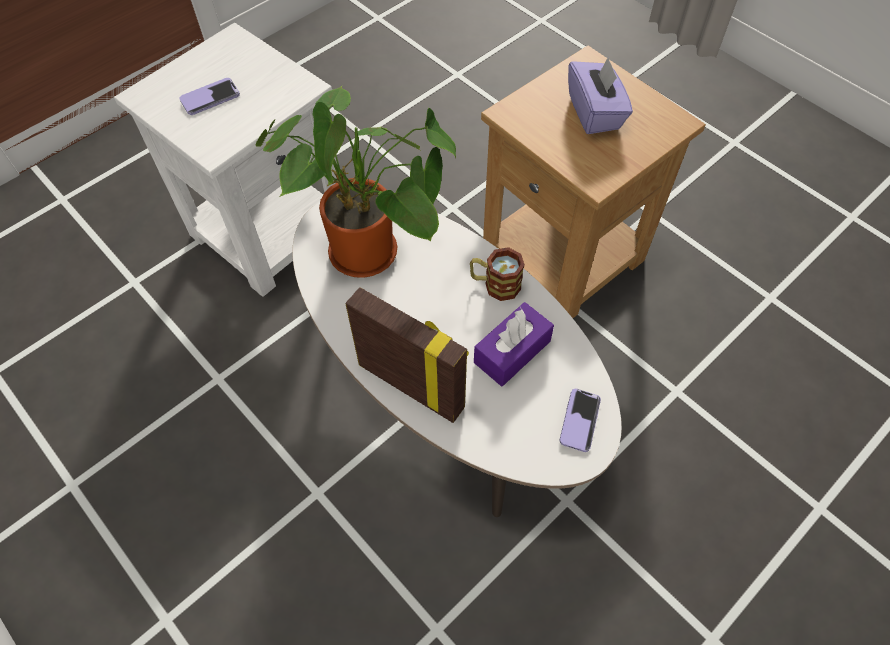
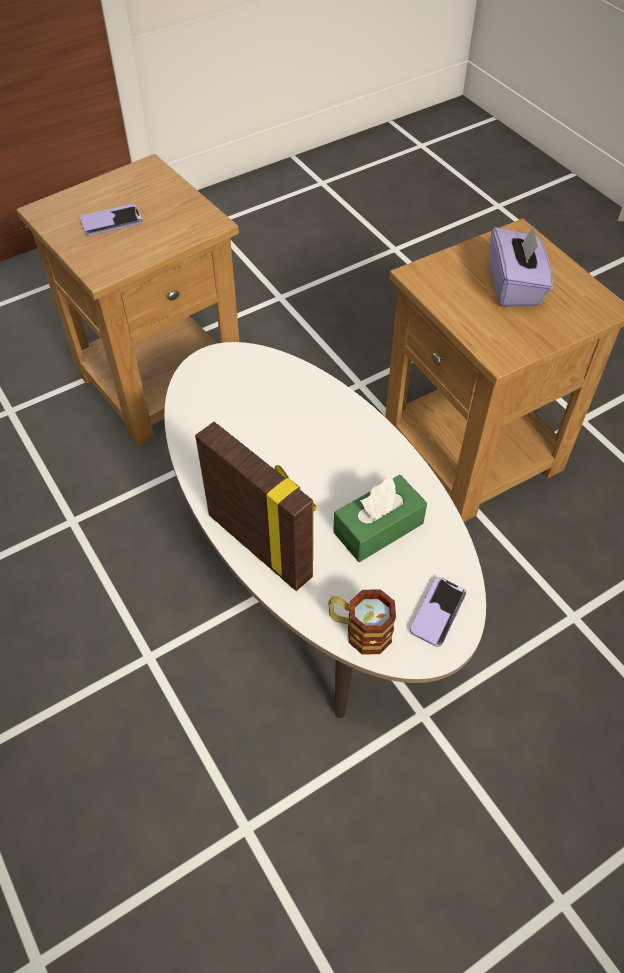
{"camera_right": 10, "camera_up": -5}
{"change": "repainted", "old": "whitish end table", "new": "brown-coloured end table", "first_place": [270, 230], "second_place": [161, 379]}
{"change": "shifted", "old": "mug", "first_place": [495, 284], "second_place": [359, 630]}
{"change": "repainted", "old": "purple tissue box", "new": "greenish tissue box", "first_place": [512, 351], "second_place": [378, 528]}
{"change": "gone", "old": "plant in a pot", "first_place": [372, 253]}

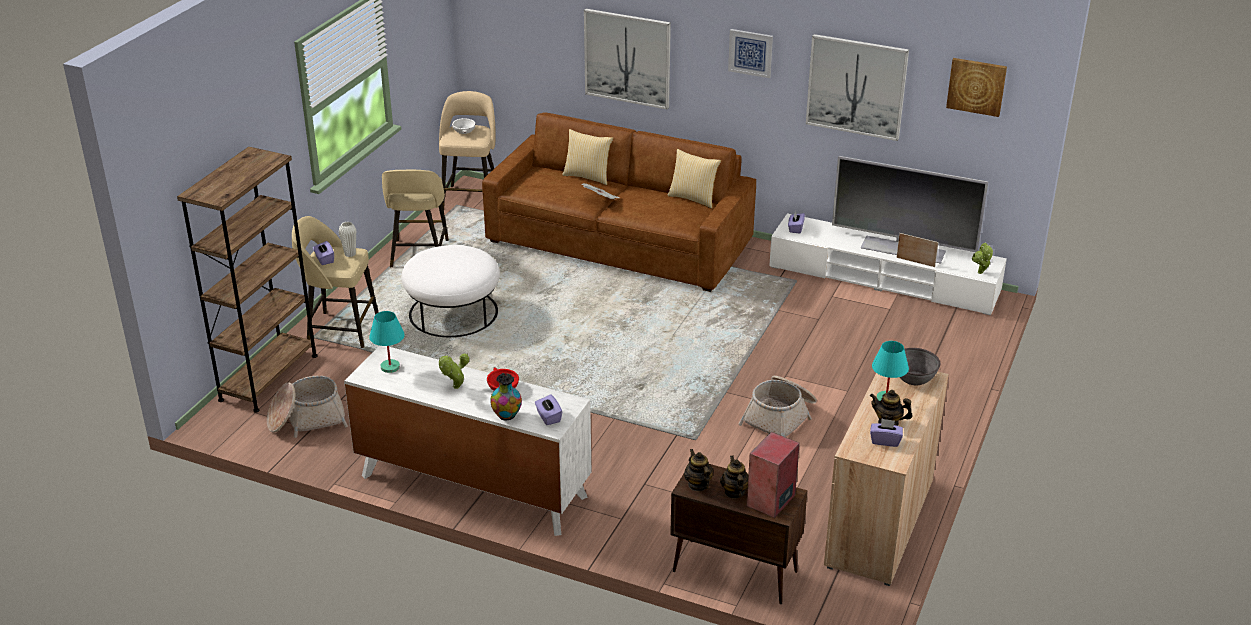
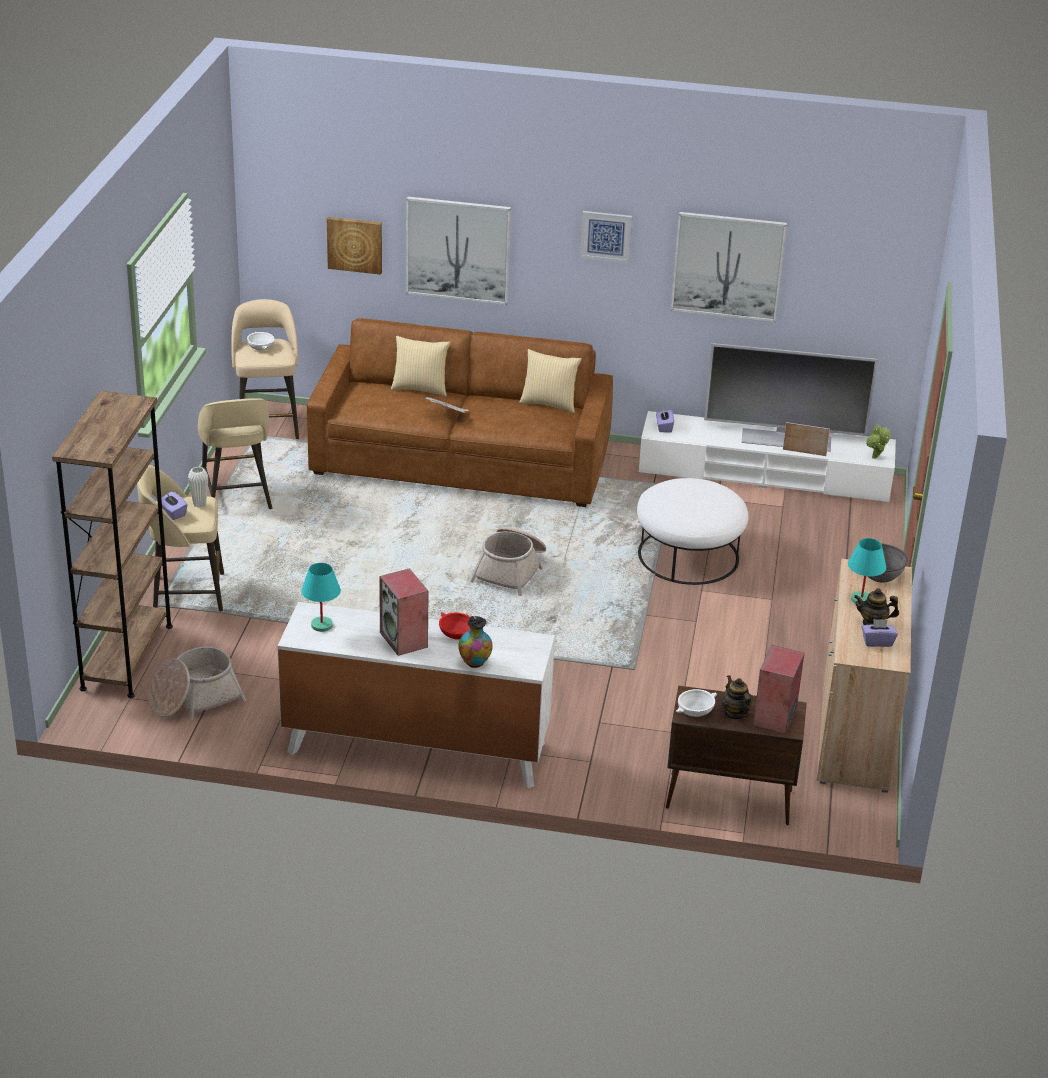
{"camera_right": -15, "camera_up": 0}
{"change": "shifted", "old": "wall art", "first_place": [976, 86], "second_place": [355, 244]}
{"change": "swapped", "old": "plant in a pot", "new": "audio speaker", "first_place": [455, 388], "second_place": [404, 640]}
{"change": "shifted", "old": "basket", "first_place": [780, 417], "second_place": [511, 570]}
{"change": "shifted", "old": "whitish ottoman", "first_place": [453, 312], "second_place": [688, 555]}
{"change": "swapped", "old": "pot for tea", "new": "whitish deep dish", "first_place": [698, 485], "second_place": [695, 711]}
{"change": "gone", "old": "purple tissue box", "first_place": [548, 417]}

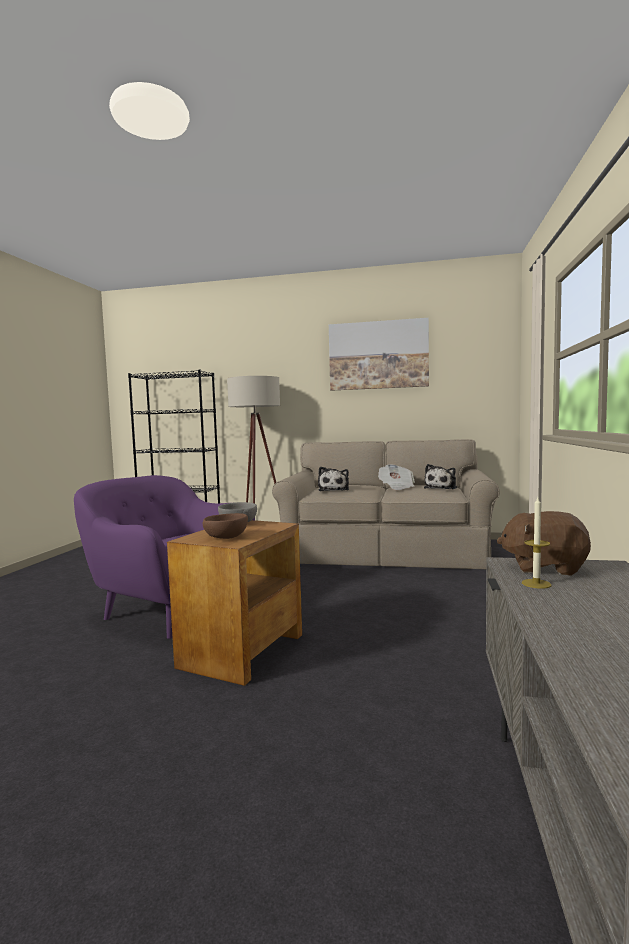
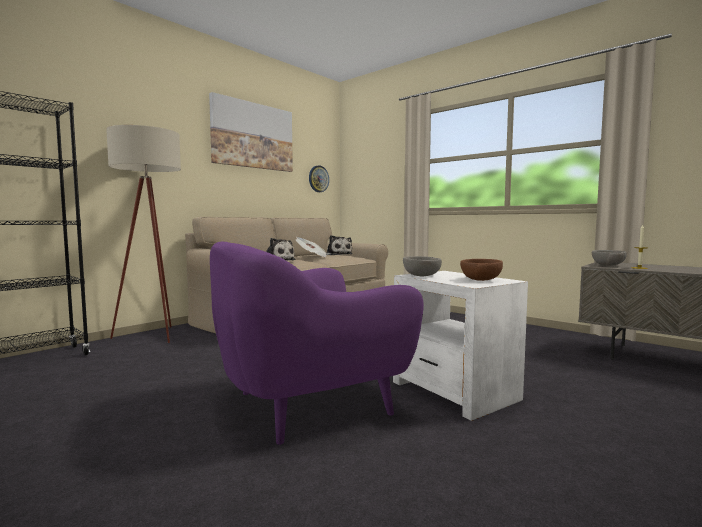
{"camera_right": -60, "camera_up": 0}
{"change": "new", "new": "wall clock", "second_place": [318, 179]}
{"change": "repainted", "old": "brown-coloured end table", "new": "whitish end table", "first_place": [241, 651], "second_place": [454, 391]}
{"change": "swapped", "old": "brown-coloured cuddly toy", "new": "gray deep dish", "first_place": [544, 567], "second_place": [608, 265]}

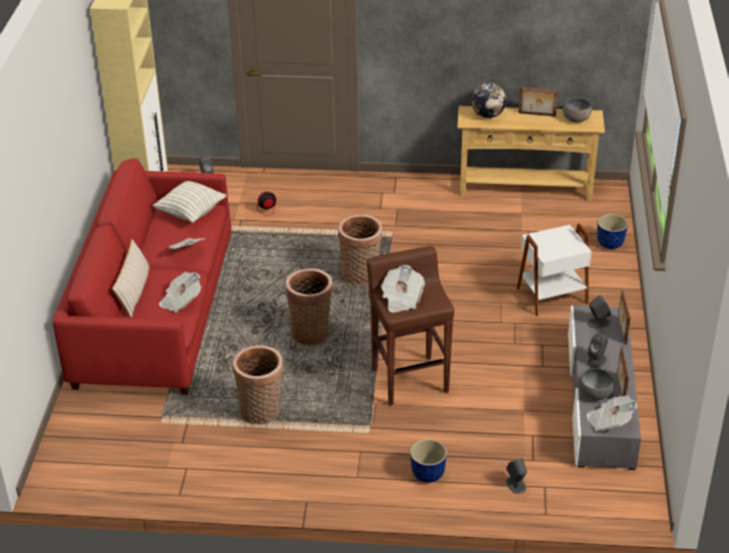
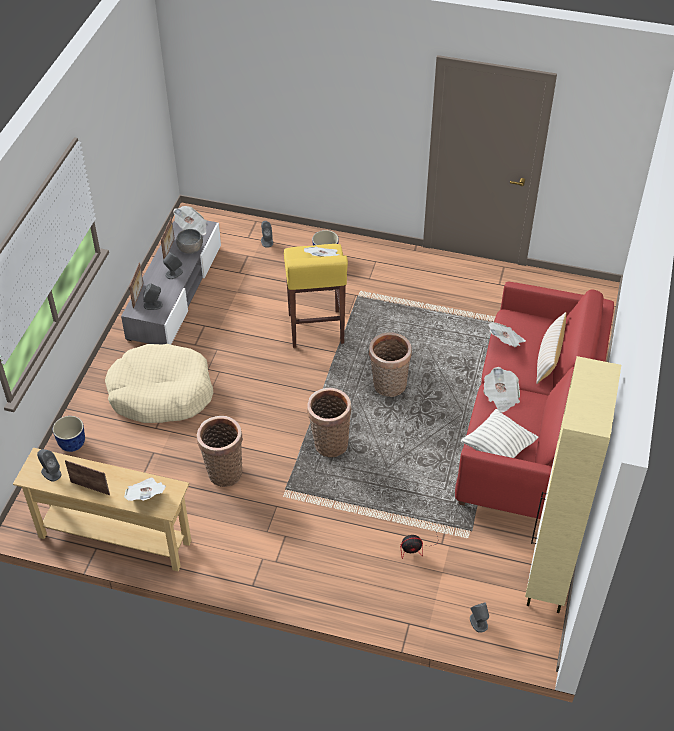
{"camera_right": -170, "camera_up": 10}
{"change": "swapped", "old": "gray deep dish", "new": "gray audio speaker", "first_place": [576, 119], "second_place": [51, 472]}
{"change": "swapped", "old": "whitish end table", "new": "sand-coloured dog cushion", "first_place": [551, 295], "second_place": [161, 393]}
{"change": "swapped", "old": "world globe", "new": "daily paper", "first_place": [487, 115], "second_place": [146, 496]}
{"change": "shifted", "old": "basket", "first_place": [261, 412], "second_place": [223, 471]}
{"change": "repainted", "old": "brown-coloured stool", "new": "yellow-coloured stool", "first_place": [409, 379], "second_place": [316, 329]}

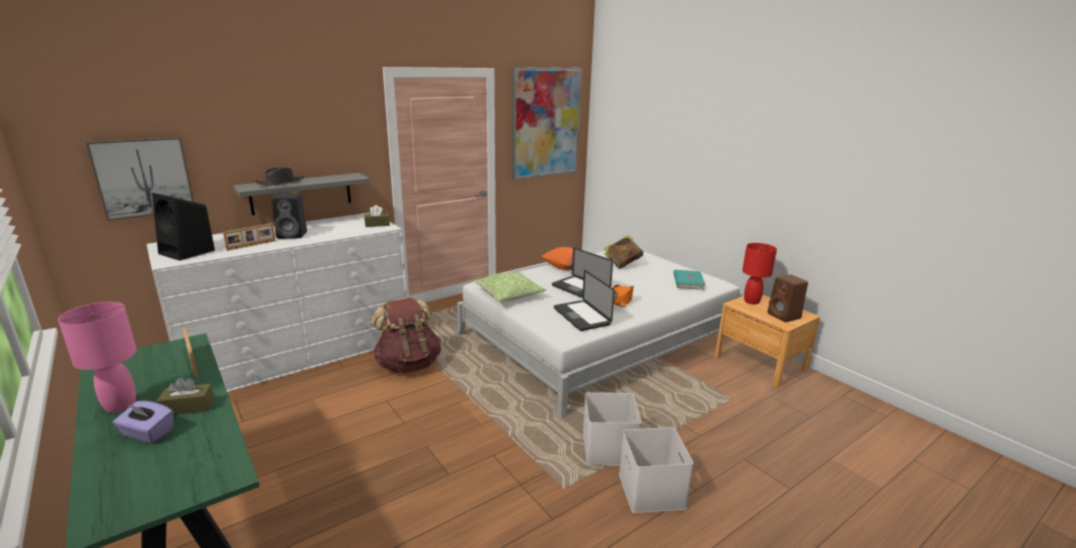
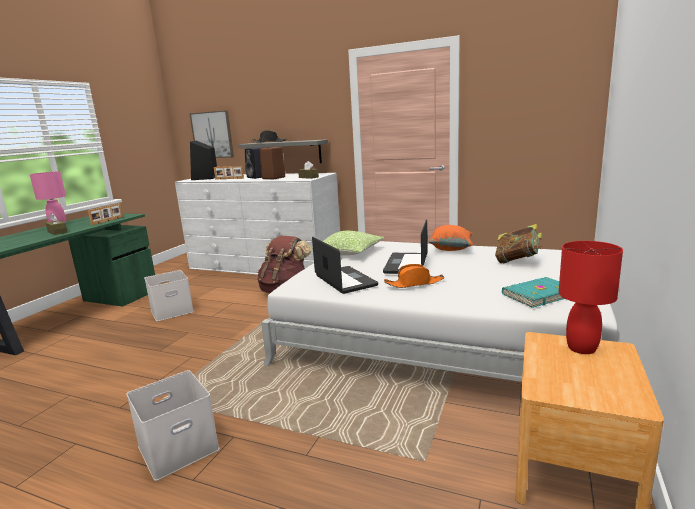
{"camera_right": 60, "camera_up": -5}
{"change": "shifted", "old": "whitish storage container", "first_place": [610, 449], "second_place": [171, 311]}
{"change": "shifted", "old": "brown-coloured audio speaker", "first_place": [785, 316], "second_place": [273, 178]}
{"change": "rotated", "old": "laptop", "first_place": [581, 316], "second_place": [345, 281], "degrees": 120}
{"change": "gone", "old": "purple tissue box", "first_place": [147, 434]}
{"change": "gone", "old": "wall art", "first_place": [546, 123]}

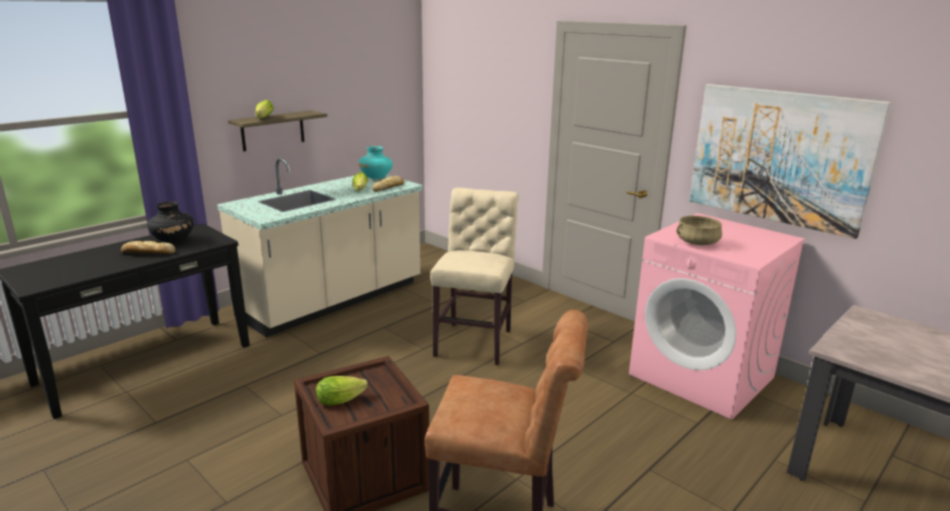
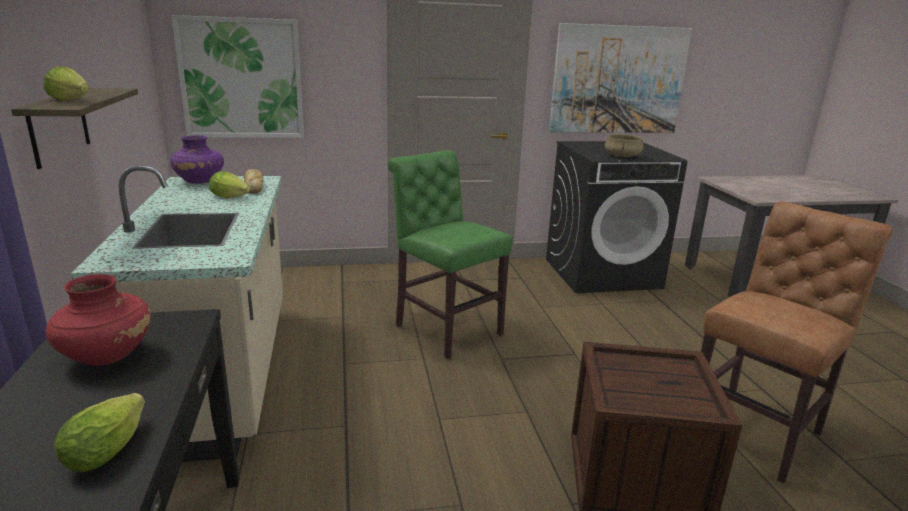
{"camera_right": -55, "camera_up": 0}
{"change": "repainted", "old": "blackish decorative vase", "new": "reddish decorative vase", "first_place": [173, 241], "second_place": [106, 356]}
{"change": "shifted", "old": "head of lettuce", "first_place": [343, 399], "second_place": [110, 446]}
{"change": "repainted", "old": "blue-green decorative vase", "new": "purple decorative vase", "first_place": [376, 177], "second_place": [200, 182]}
{"change": "new", "new": "wall art", "second_place": [241, 79]}
{"change": "repainted", "old": "sand-coloured chair", "new": "greenish chair", "first_place": [475, 341], "second_place": [445, 328]}
{"change": "repainted", "old": "pink-coloured laundry appliance", "new": "blackish laundry appliance", "first_place": [702, 376], "second_place": [602, 273]}
{"change": "gone", "old": "bread", "first_place": [147, 253]}

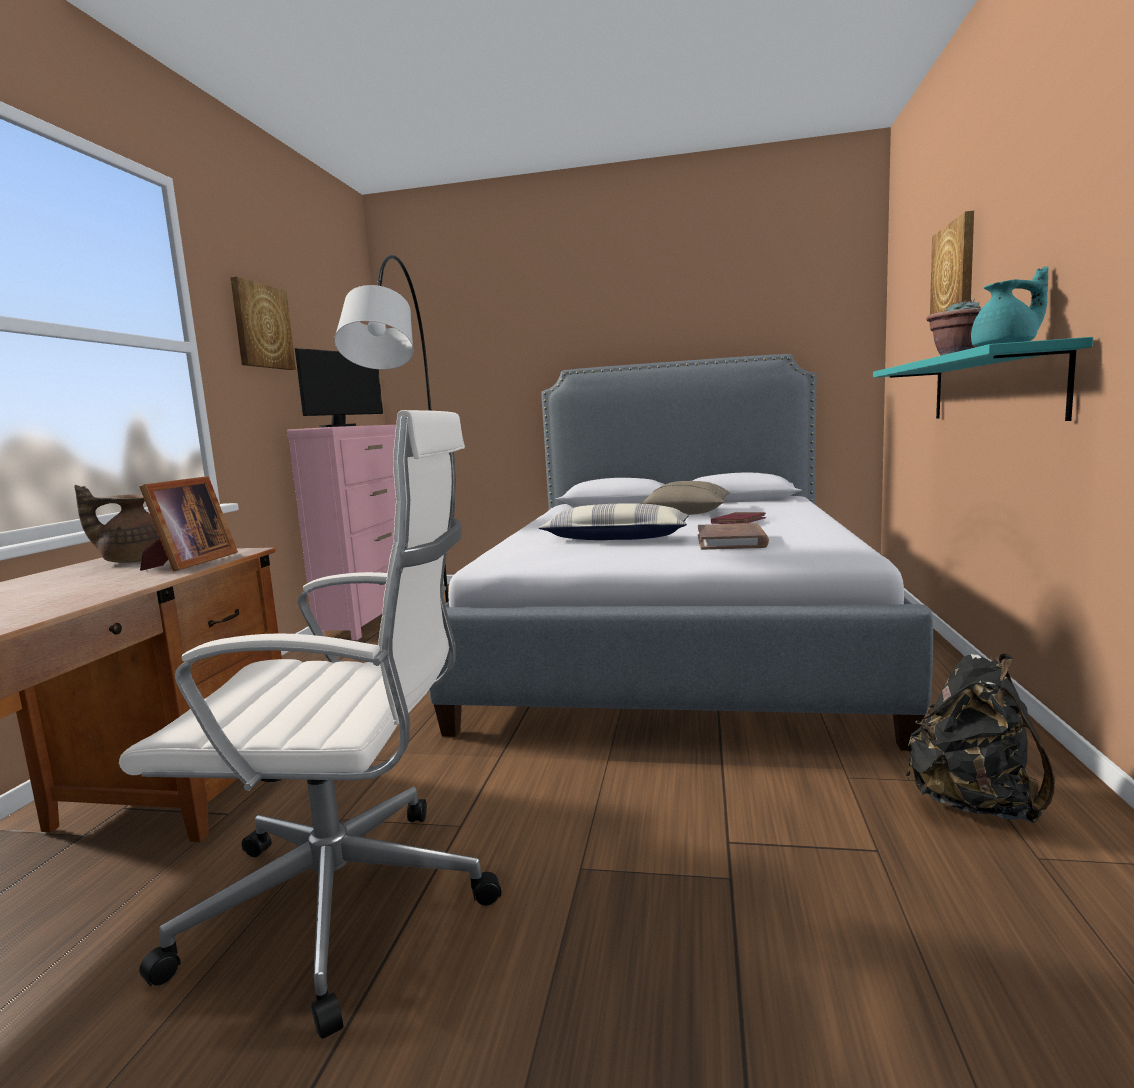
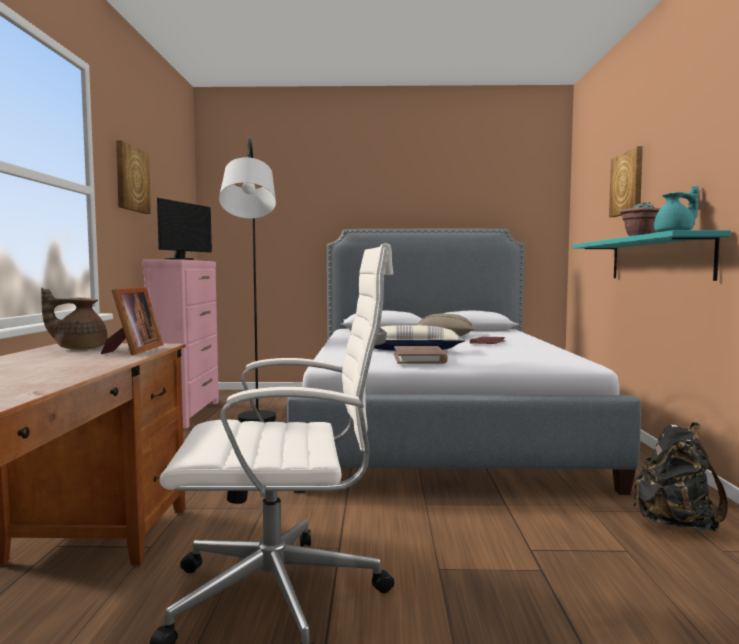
{"camera_right": -10, "camera_up": -5}
{"change": "shifted", "old": "brown-coloured bound book", "first_place": [731, 541], "second_place": [419, 359]}

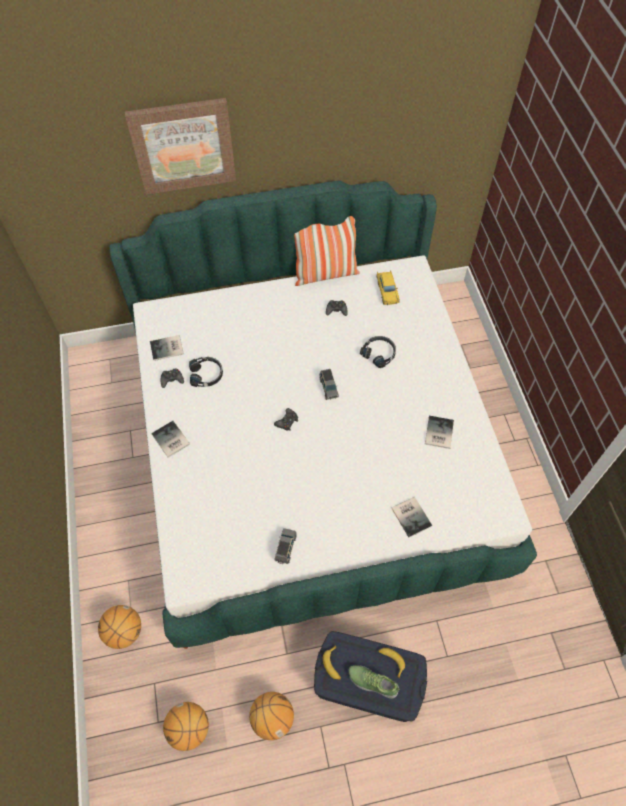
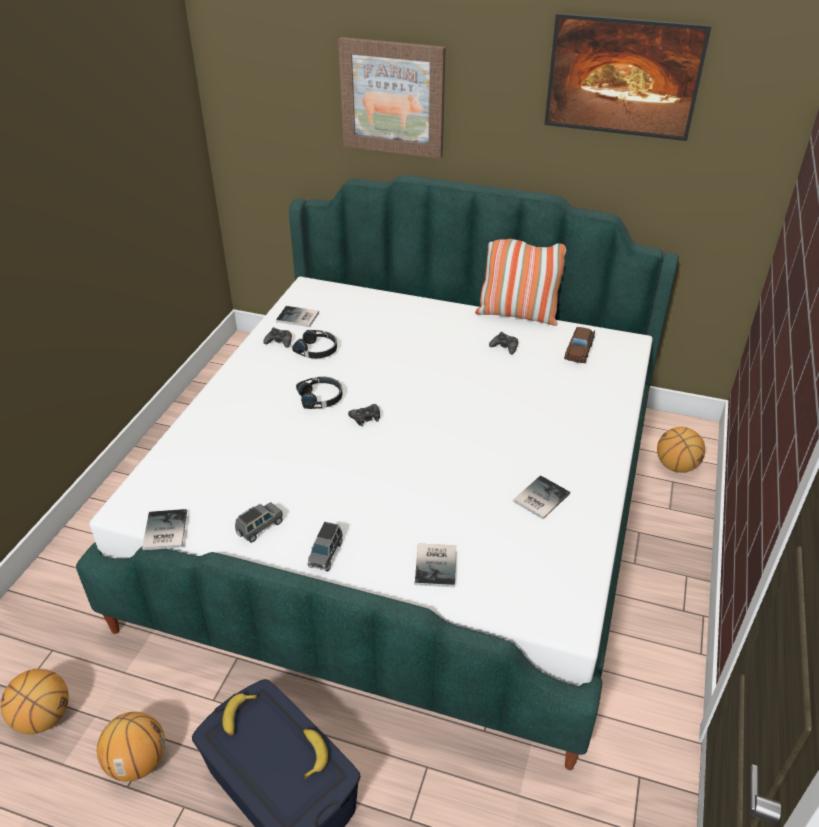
{"camera_right": 30, "camera_up": -20}
{"change": "shifted", "old": "bound book", "first_place": [170, 440], "second_place": [163, 531]}
{"change": "shifted", "old": "blackish headphones", "first_place": [379, 353], "second_place": [321, 398]}
{"change": "shifted", "old": "gray miniature car", "first_place": [328, 388], "second_place": [326, 554]}
{"change": "new", "new": "wall art", "second_place": [618, 105]}
{"change": "repainted", "old": "yellow-coloured miniature car", "new": "brown-coloured miniature car", "first_place": [387, 291], "second_place": [579, 350]}
{"change": "shifted", "old": "basketball ball", "first_place": [124, 632], "second_place": [676, 466]}
{"change": "gone", "old": "item of footwear", "first_place": [372, 681]}

